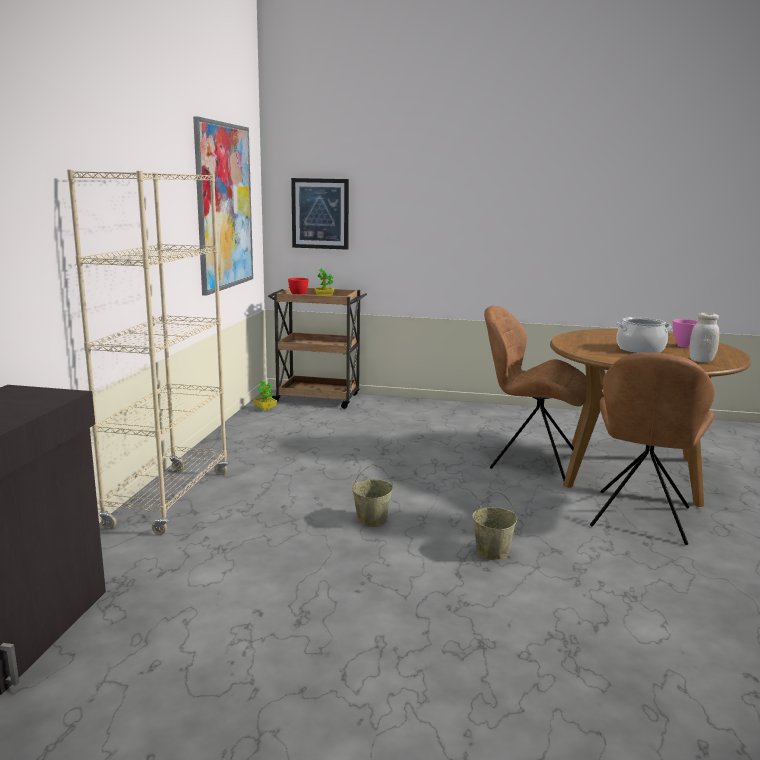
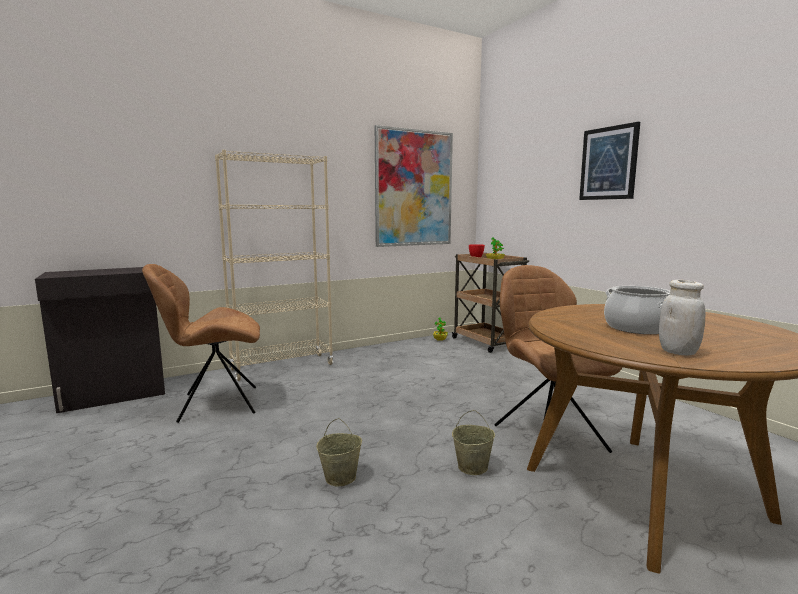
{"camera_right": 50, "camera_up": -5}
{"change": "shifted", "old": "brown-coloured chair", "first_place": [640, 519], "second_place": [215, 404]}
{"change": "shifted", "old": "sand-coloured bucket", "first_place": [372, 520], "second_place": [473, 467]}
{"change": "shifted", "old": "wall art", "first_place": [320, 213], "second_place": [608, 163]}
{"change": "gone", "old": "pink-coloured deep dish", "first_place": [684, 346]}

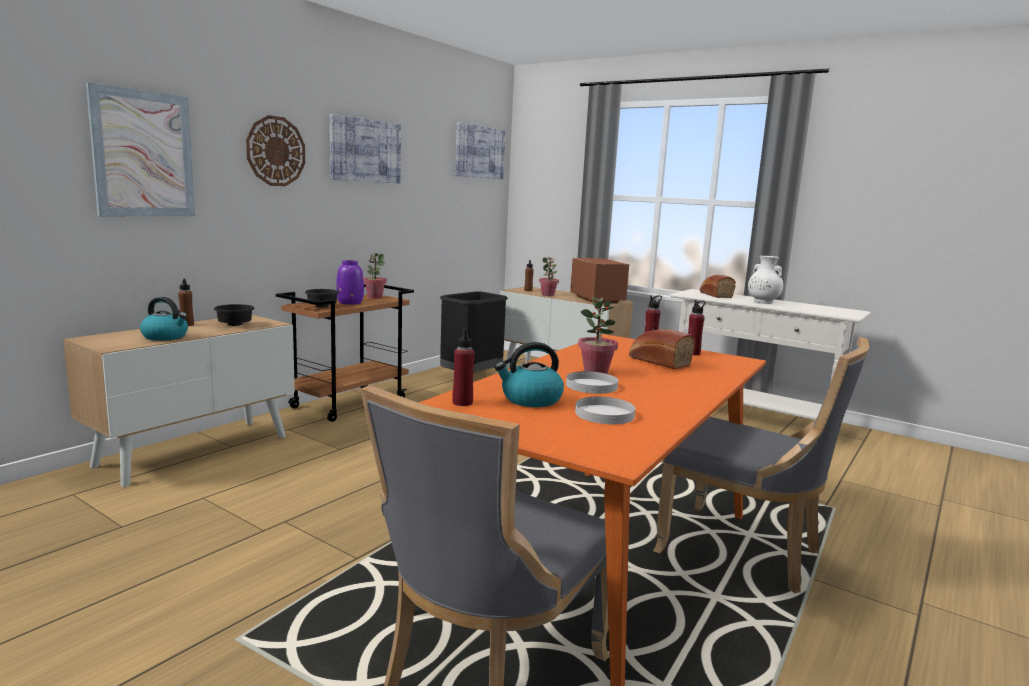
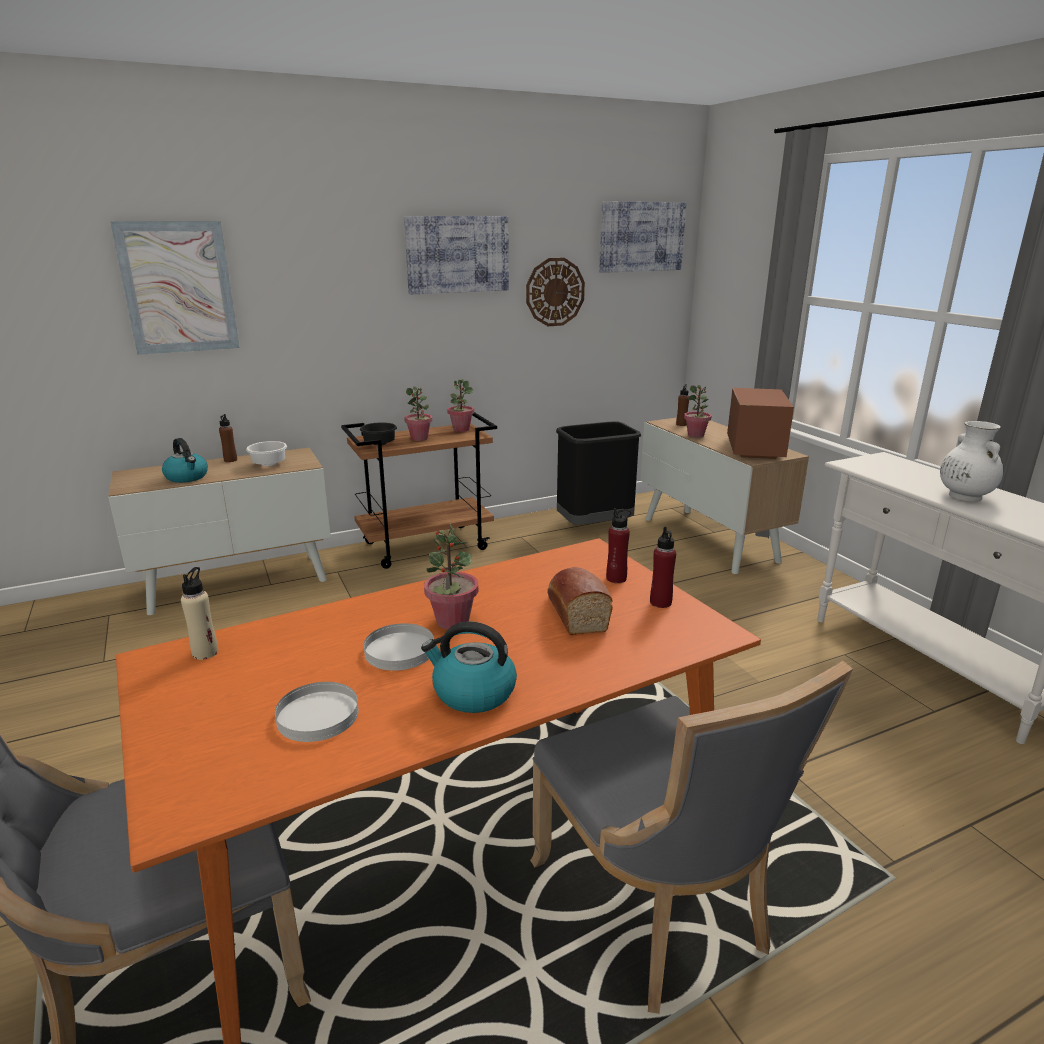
{"camera_right": 30, "camera_up": 10}
{"change": "repainted", "old": "reddish beverage bottle", "new": "sand-coloured beverage bottle", "first_place": [462, 402], "second_place": [205, 652]}
{"change": "repainted", "old": "blackish deep dish", "new": "whitish deep dish", "first_place": [234, 325], "second_place": [269, 464]}
{"change": "swapped", "old": "purple decorative vase", "new": "plant in a pot", "first_place": [350, 302], "second_place": [419, 438]}
{"change": "shifted", "old": "water kettle", "first_place": [530, 400], "second_place": [472, 692]}
{"change": "shifted", "old": "wall clock", "first_place": [275, 151], "second_place": [555, 292]}
{"change": "gone", "old": "bread", "first_place": [715, 295]}

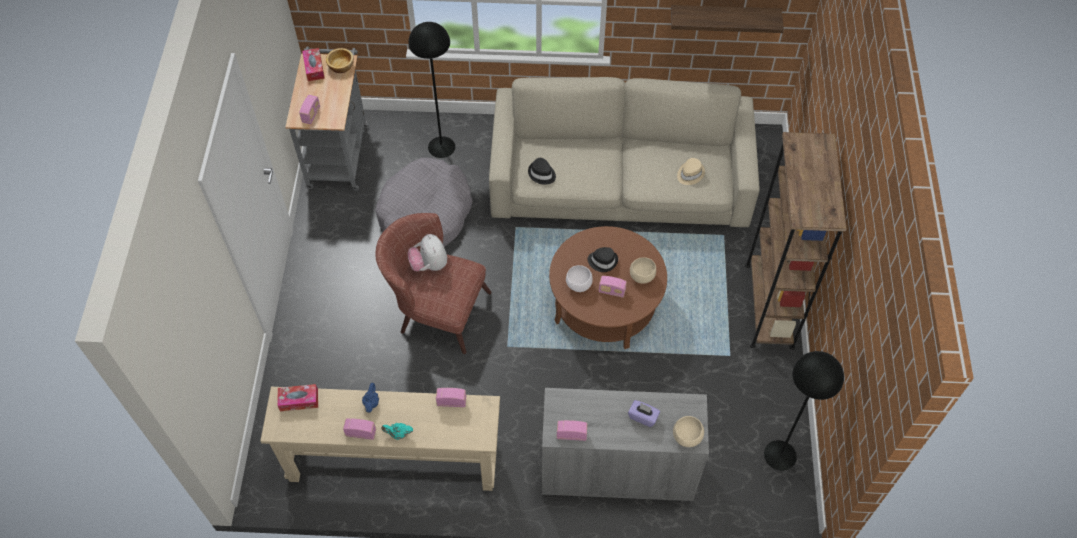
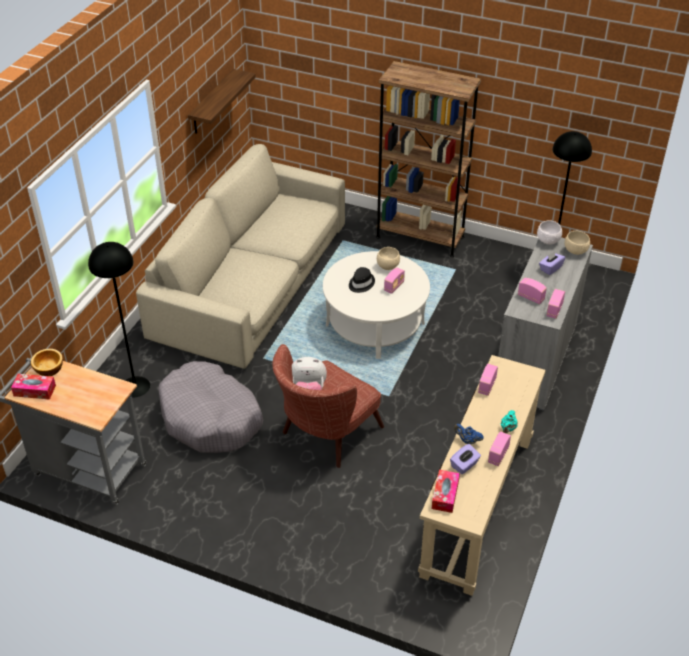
{"camera_right": -70, "camera_up": -15}
{"change": "repainted", "old": "brown-coloured low table", "new": "whitish low table", "first_place": [605, 304], "second_place": [375, 324]}
{"change": "new", "new": "purple tissue box", "second_place": [464, 465]}
{"change": "shifted", "old": "radio receiver", "first_place": [311, 115], "second_place": [531, 297]}
{"change": "shifted", "old": "whitish deep dish", "first_place": [579, 285], "second_place": [548, 241]}
{"change": "gone", "old": "blackish hat", "first_place": [541, 174]}
{"change": "gone", "old": "sand-coloured hat", "first_place": [690, 174]}

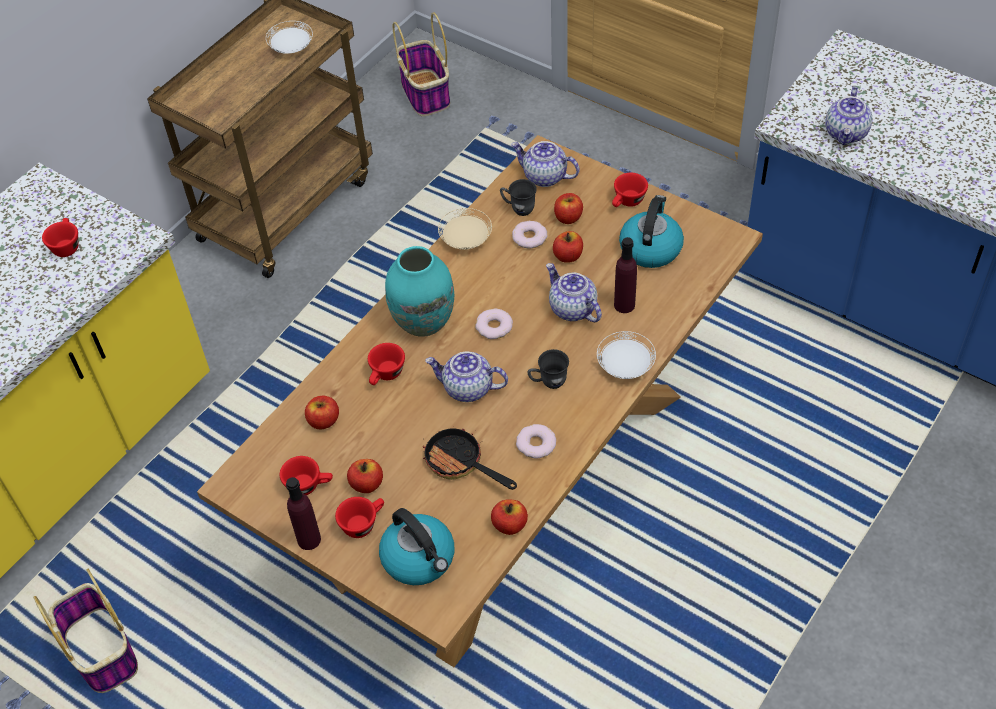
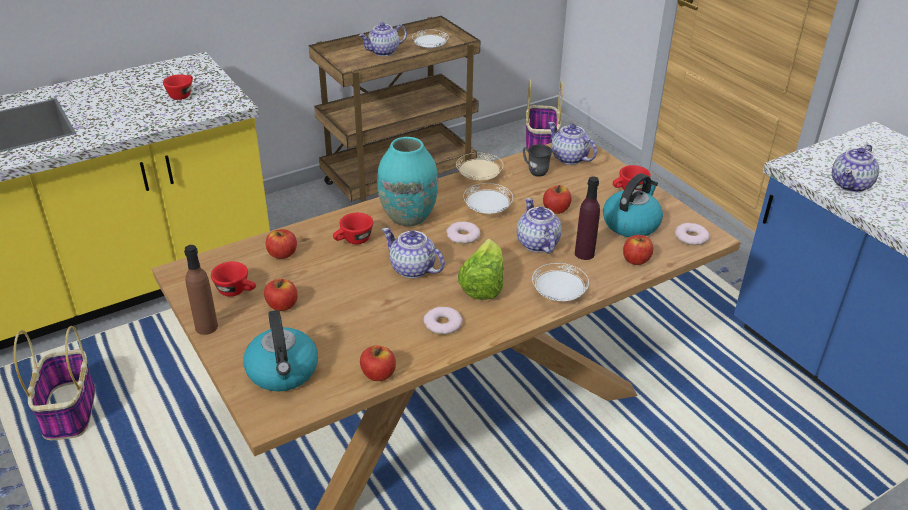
{"camera_right": 20, "camera_up": -15}
{"change": "repainted", "old": "purple beverage bottle", "new": "brown-coloured beverage bottle", "first_place": [309, 539], "second_place": [206, 327]}
{"change": "new", "new": "pot for tea", "second_place": [383, 52]}
{"change": "swapped", "old": "gray mug", "new": "head of lettuce", "first_place": [548, 382], "second_place": [483, 285]}
{"change": "new", "new": "whitish dinner plate", "second_place": [487, 210]}
{"change": "shifted", "old": "whole apple", "first_place": [568, 217], "second_place": [636, 260]}
{"change": "shifted", "old": "donut", "first_place": [529, 237], "second_place": [691, 237]}
{"change": "gone", "old": "reddish drinking cup", "first_place": [363, 523]}
{"change": "gone", "old": "skillet", "first_place": [460, 464]}

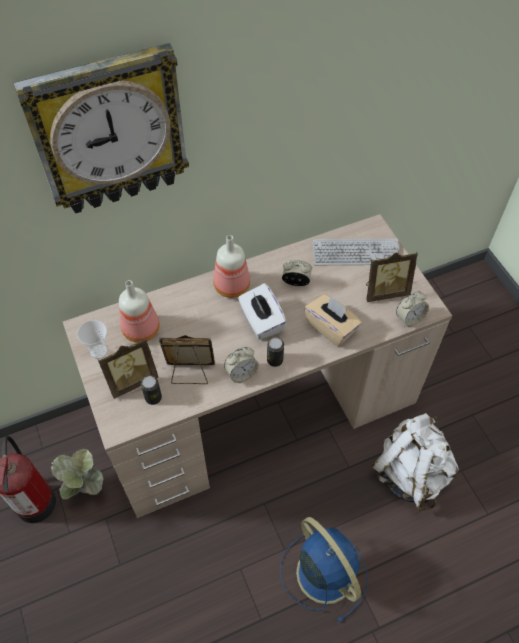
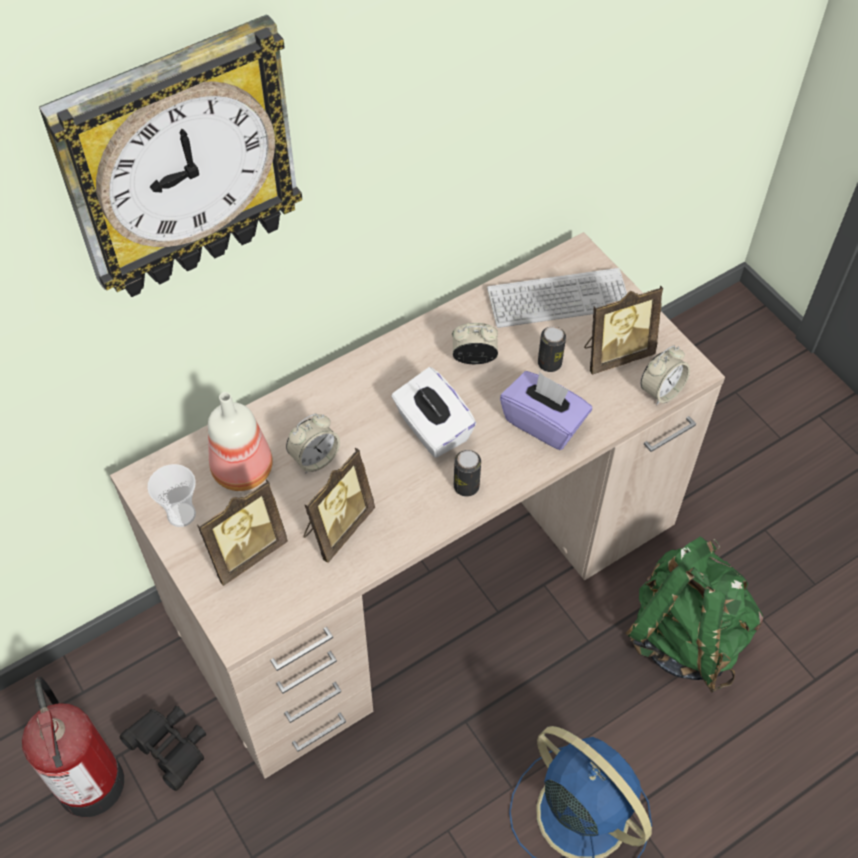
{"camera_right": -10, "camera_up": 0}
{"change": "swapped", "old": "plant in a pot", "new": "blackish binoculars", "first_place": [86, 490], "second_place": [171, 749]}
{"change": "shifted", "old": "alarm clock", "first_place": [241, 373], "second_place": [314, 458]}
{"change": "rotated", "old": "standing frame", "first_place": [190, 373], "second_place": [337, 527], "degrees": 135}
{"change": "repainted", "old": "sand-coloured tissue box", "new": "purple tissue box", "first_place": [331, 327], "second_place": [544, 422]}
{"change": "shifted", "old": "metal can", "first_place": [153, 397], "second_place": [549, 363]}
{"change": "repainted", "old": "whitish backpack", "new": "greenish backpack", "first_place": [410, 473], "second_place": [685, 635]}
{"change": "gone", "old": "beverage bottle", "first_place": [230, 286]}

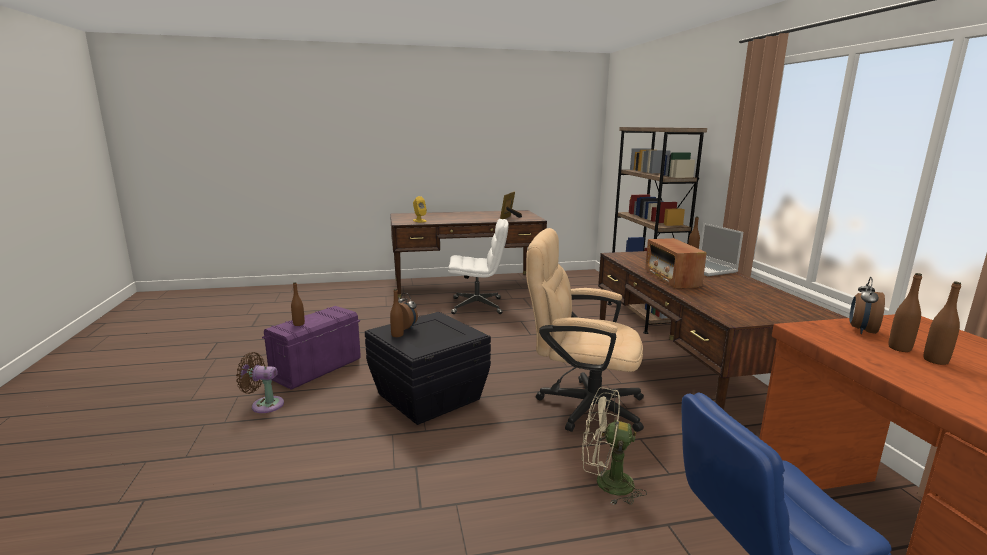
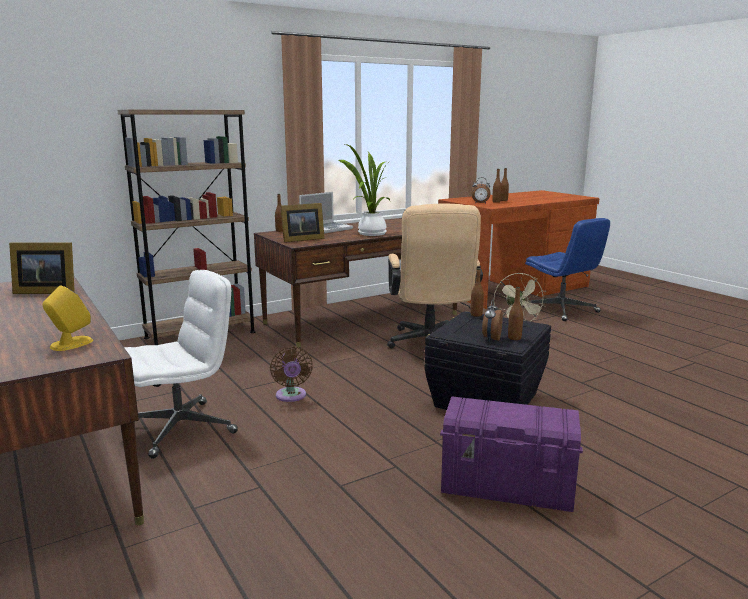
{"camera_right": -110, "camera_up": 0}
{"change": "rotated", "old": "whitish computer chair", "first_place": [478, 306], "second_place": [181, 428], "degrees": 75}
{"change": "shifted", "old": "brown-coloured cooling fan", "first_place": [264, 405], "second_place": [291, 396]}
{"change": "new", "new": "standing frame", "second_place": [301, 239]}
{"change": "swapped", "old": "radio receiver", "new": "plant in a pot", "first_place": [671, 278], "second_place": [369, 234]}
{"change": "shifted", "old": "brown-coloured beverage bottle", "first_place": [299, 324], "second_place": [476, 315]}

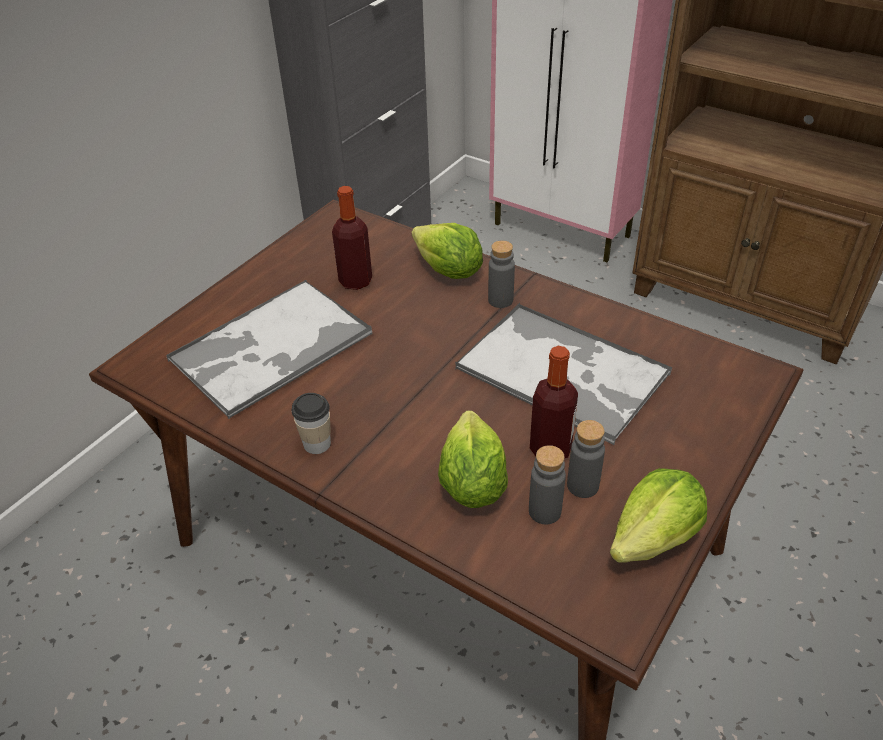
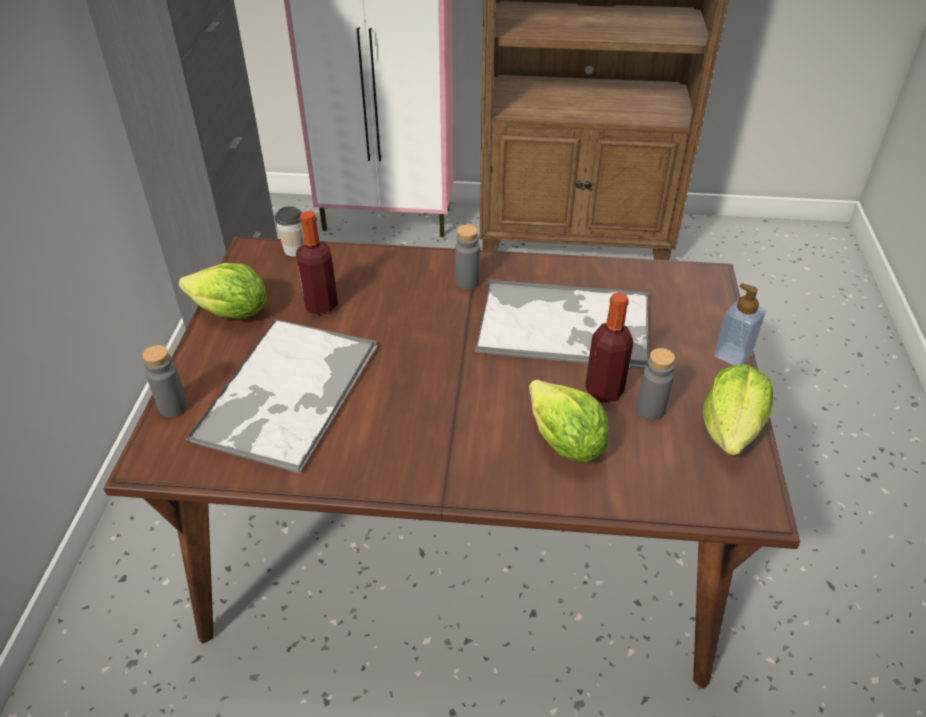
{"camera_right": -30, "camera_up": 0}
{"change": "shifted", "old": "gray beverage bottle", "first_place": [544, 511], "second_place": [173, 407]}
{"change": "shifted", "old": "head of lettuce", "first_place": [448, 271], "second_place": [231, 313]}
{"change": "shifted", "old": "drinking cup", "first_place": [317, 443], "second_place": [294, 250]}
{"change": "new", "new": "liquid soap bottle", "second_place": [732, 355]}

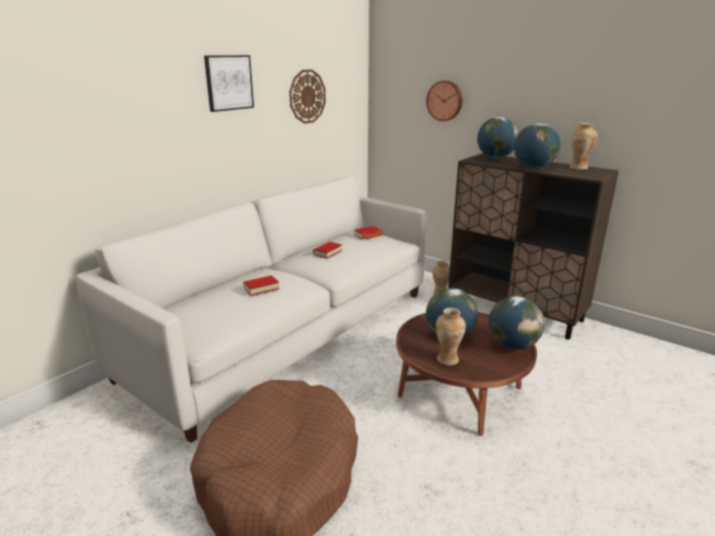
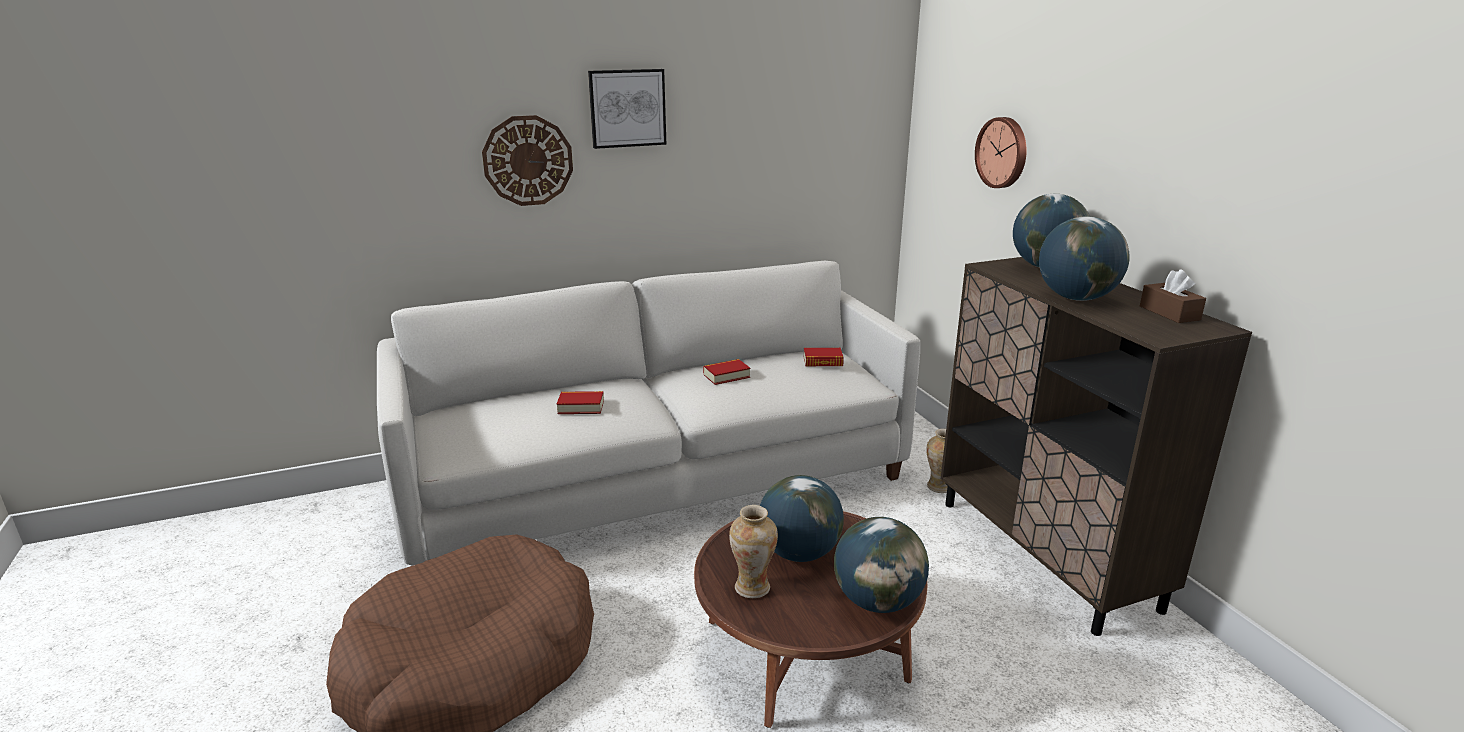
{"camera_right": 30, "camera_up": 0}
{"change": "shifted", "old": "wall clock", "first_place": [307, 96], "second_place": [528, 160]}
{"change": "swapped", "old": "decorative vase", "new": "brown-coloured tissue box", "first_place": [578, 168], "second_place": [1169, 313]}

